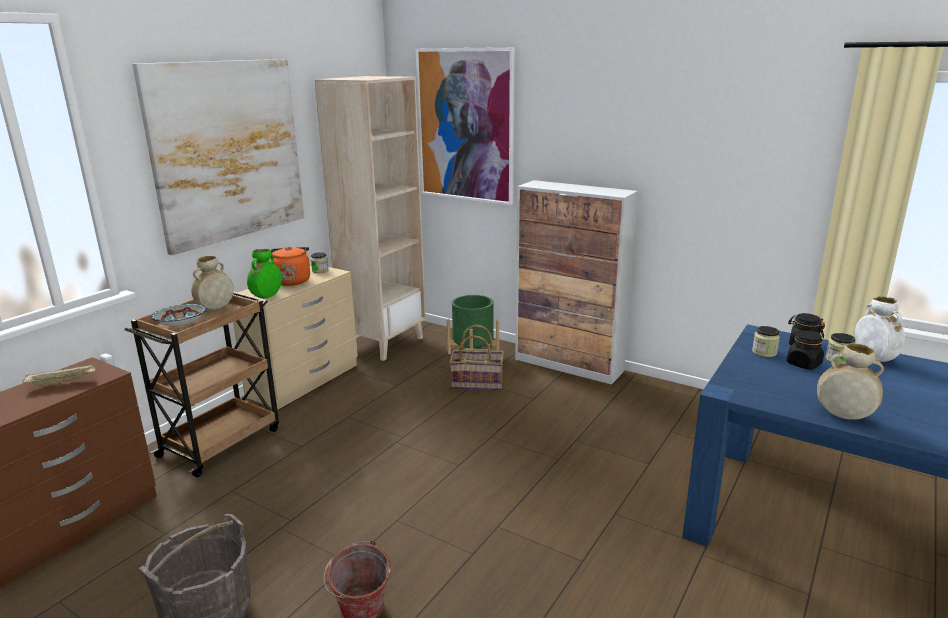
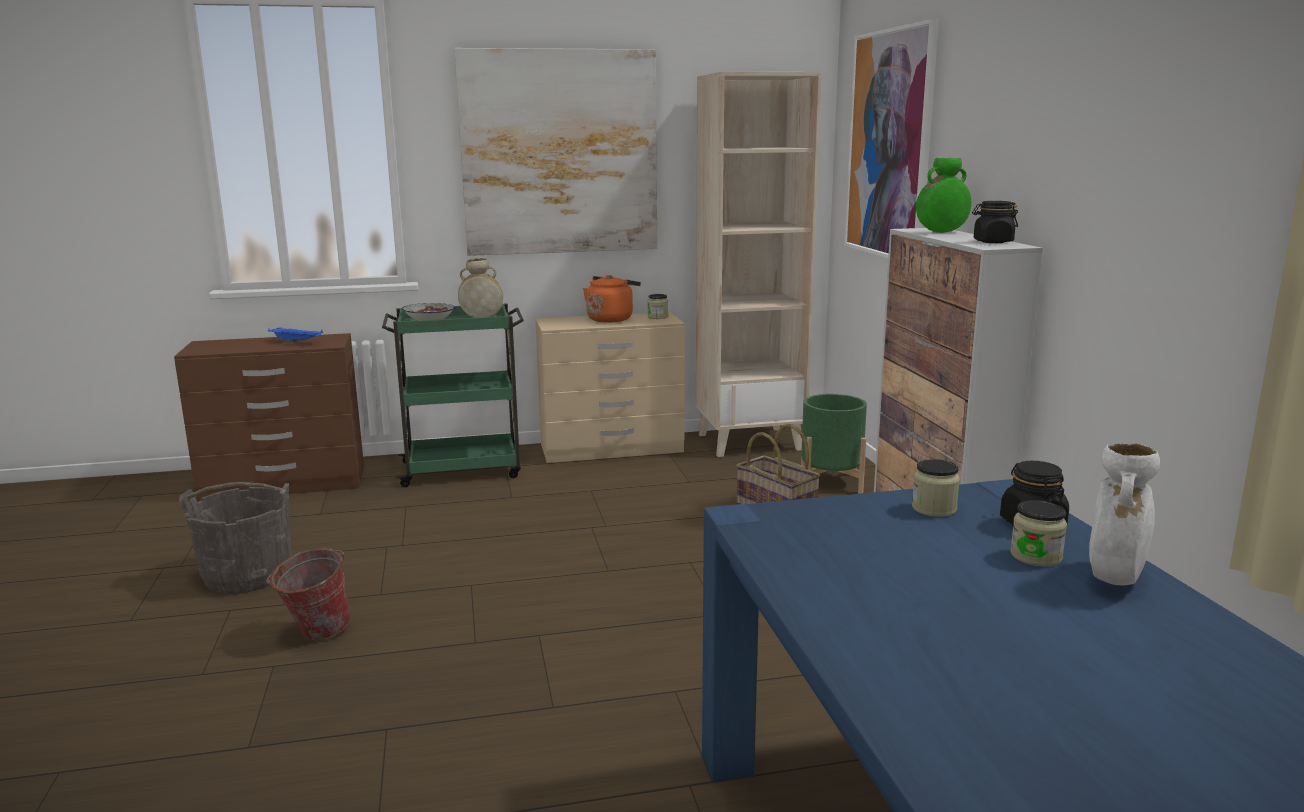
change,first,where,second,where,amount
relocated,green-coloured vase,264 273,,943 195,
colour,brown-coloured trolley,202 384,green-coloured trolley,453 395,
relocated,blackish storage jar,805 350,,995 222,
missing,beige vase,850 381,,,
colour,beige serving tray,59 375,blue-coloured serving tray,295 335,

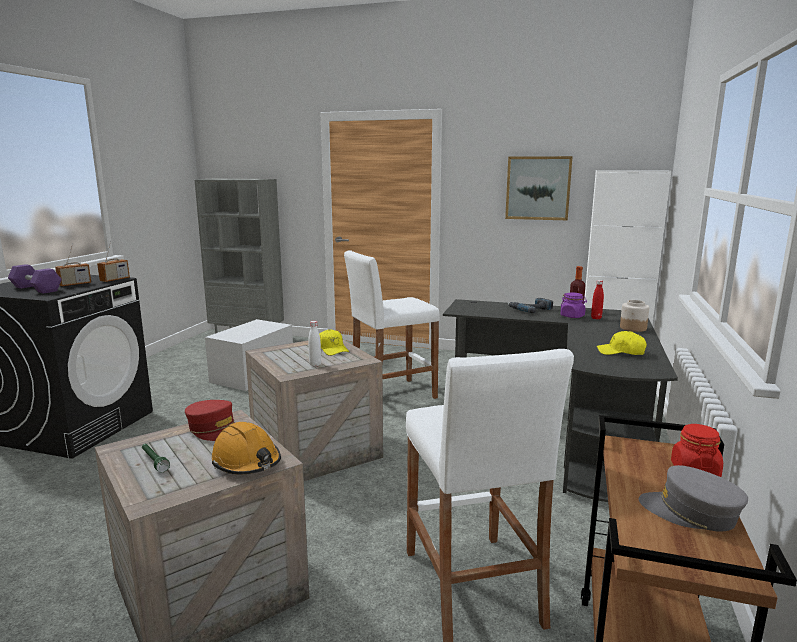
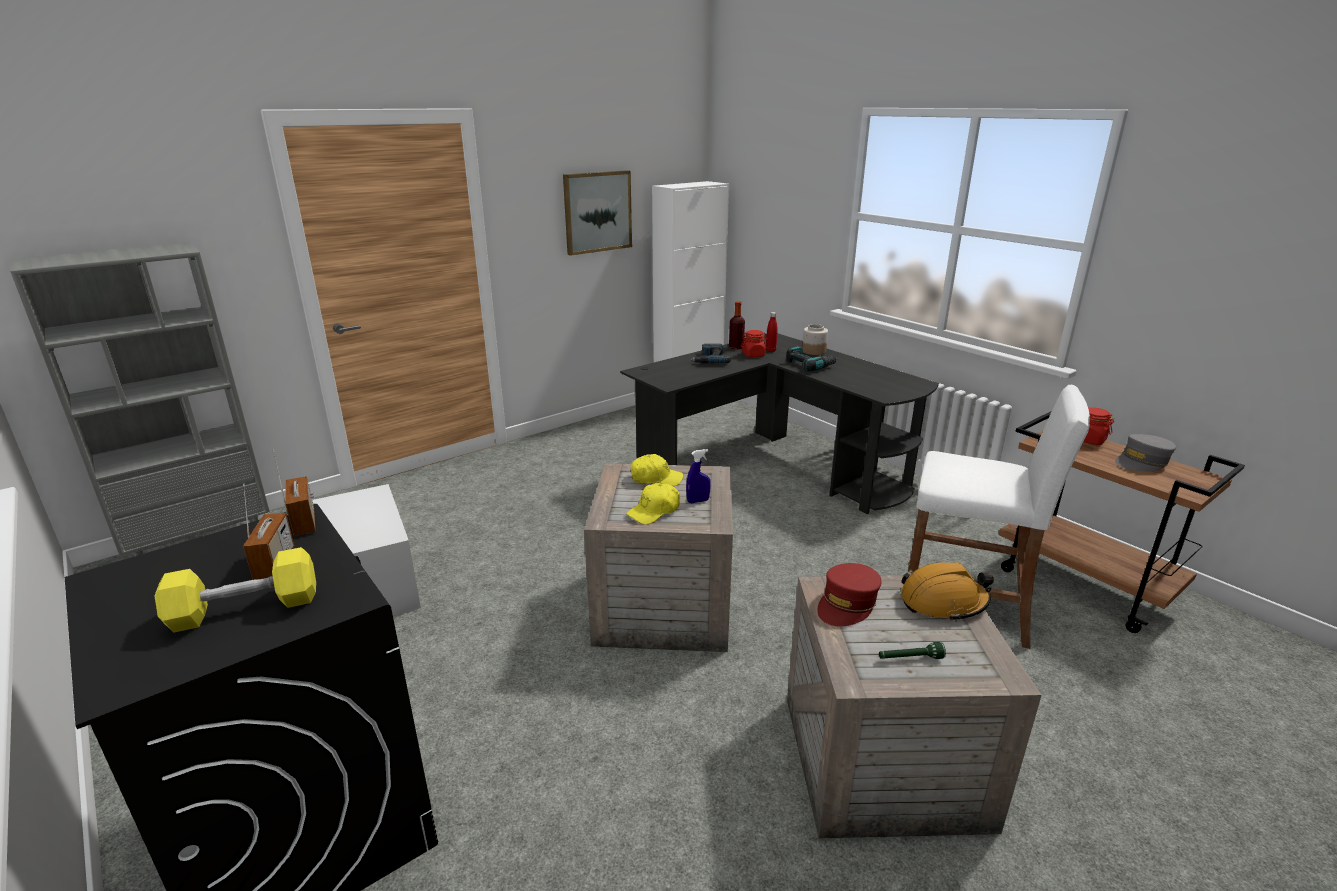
change,first,where,second,where,amount
missing,white stool,392 324,,,
colour,purple hand weight,35 279,yellowish hand weight,235 590,
colour,purple storage jar,574 305,red-coloured storage jar,754 343,
exchanged,white beverage bottle,314 343,blue-coloured sprayer,698 476,
relocated,yellowish peaked cap,622 343,,653 504,
spun,red-coloured peaked cap,209 420,,849 595,150 degrees clockwise
appeared,,,power drill,812 359,

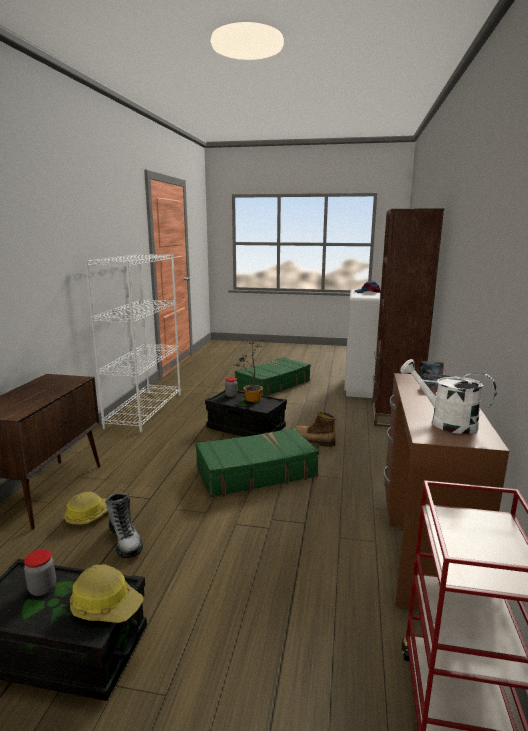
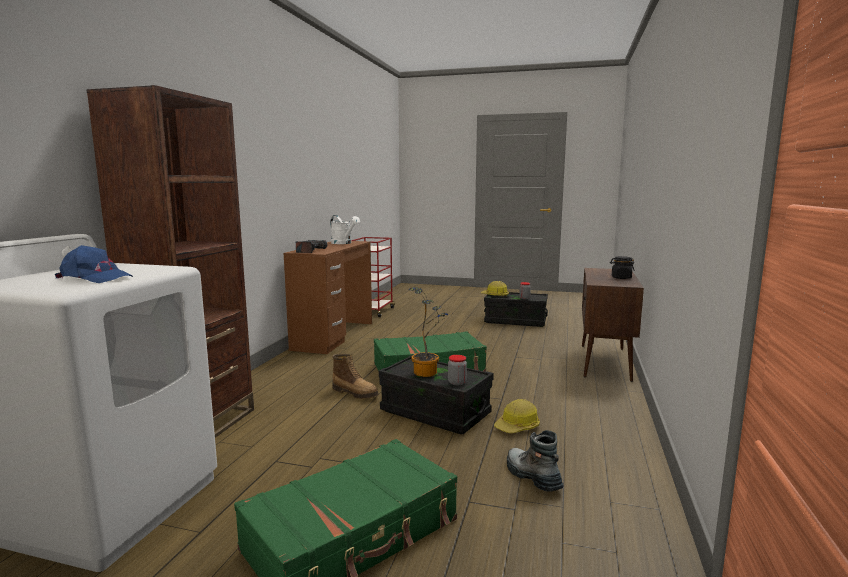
change,first,where,second,where,amount
missing,white bookshelf,133 343,,,
relocated,hard hat,86 509,,517 416,
relocated,boot,124 525,,535 461,
appeared,,,blackish storage jar,622 267,

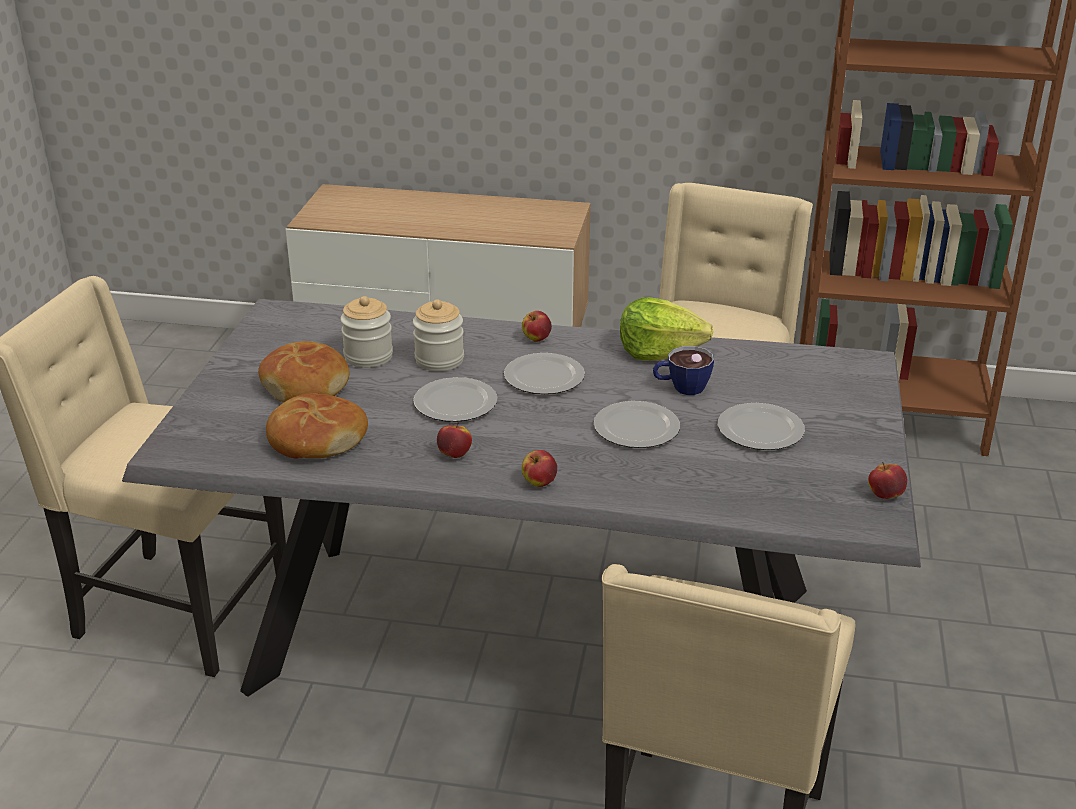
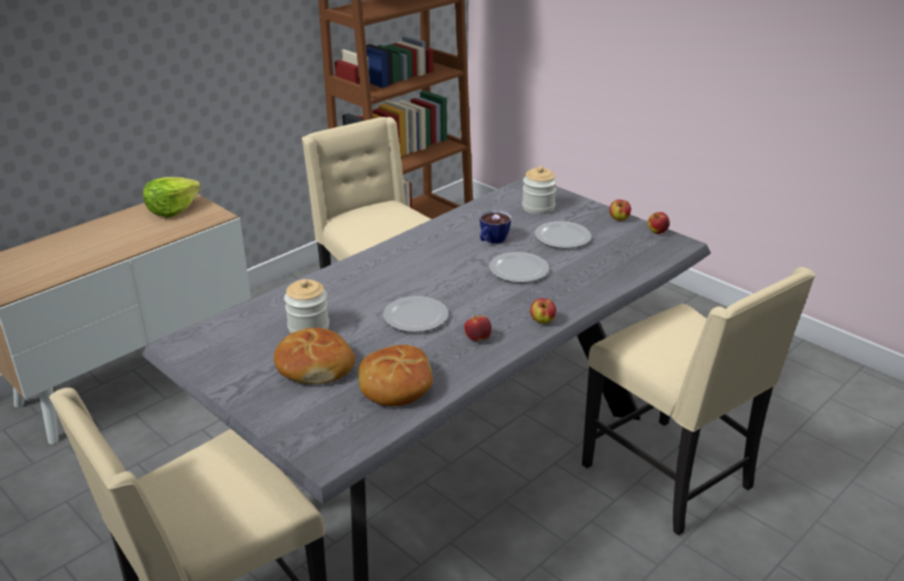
change,first,where,second,where,amount
relocated,lettuce,666 329,,172 197,
relocated,storage jar,438 335,,539 190,
relocated,apple fruit,537 326,,620 210,
missing,flat dish,544 373,,,

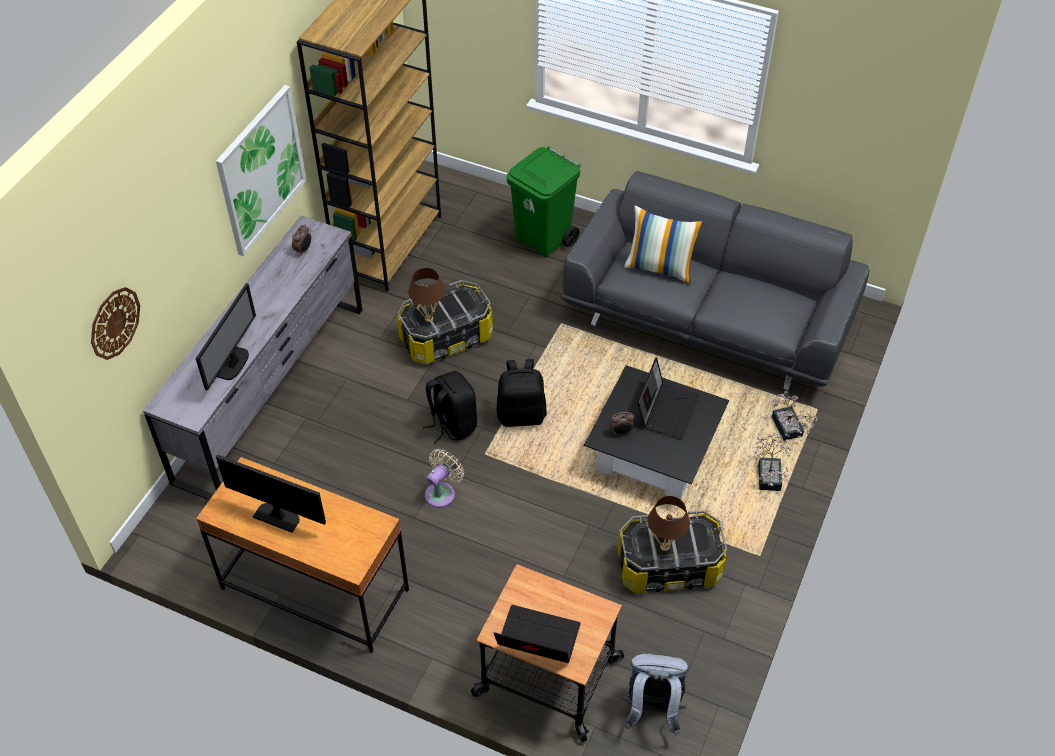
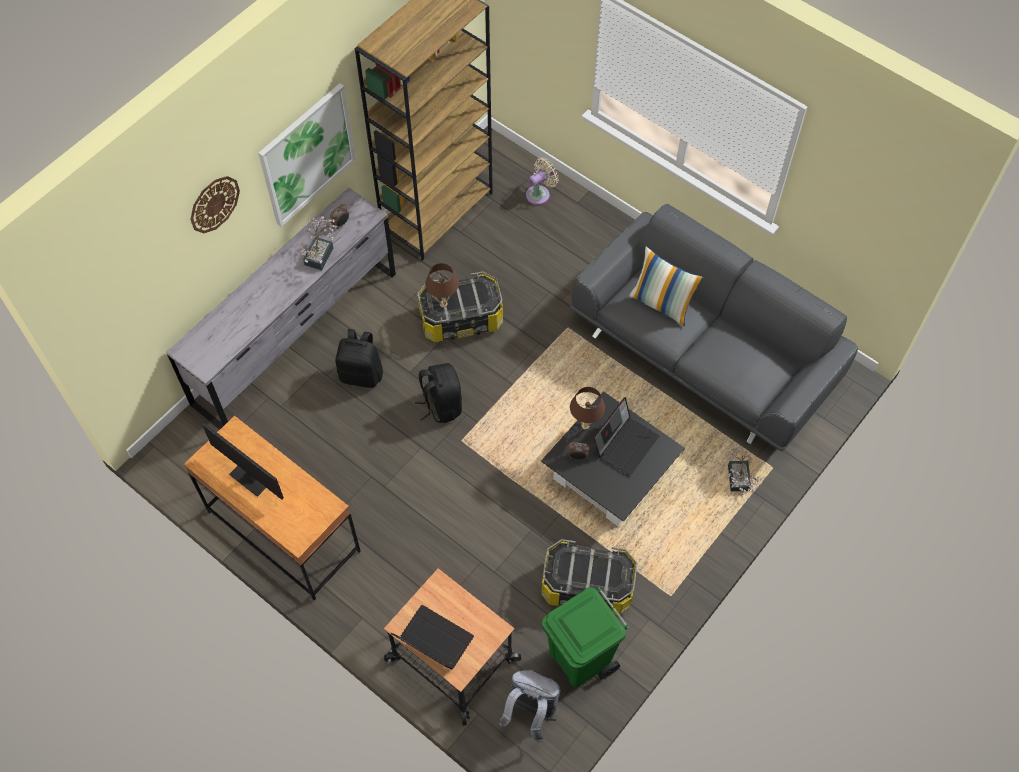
change,first,where,second,where,amount
relocated,green-coloured trash can,544 201,,585 637,
missing,monitor,225 336,,,
relocated,wall clock,115 323,,215 204,
relocated,blackish knapsack,522 393,,359 358,
relocated,houseplant,771 461,,319 242,
relocated,beige cooling fan,444 478,,542 181,
relocated,brown-coloured table lamp,669 523,,587 408,

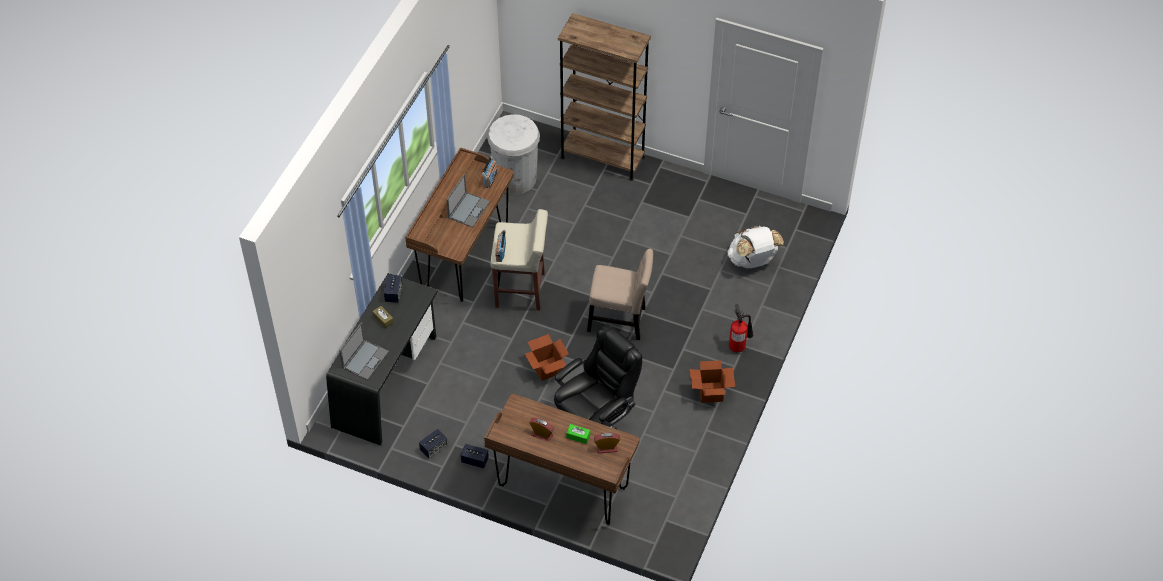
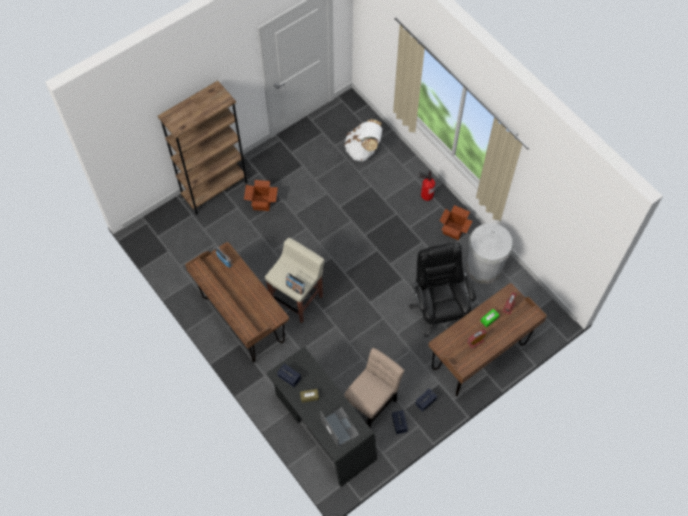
change,first,where,second,where,amount
relocated,white trash can,513 154,,490 253,
missing,portable computer,468 200,,,
relocated,beige plain chair,620 294,,374 388,
relocated,cardboard box,547 357,,261 195,

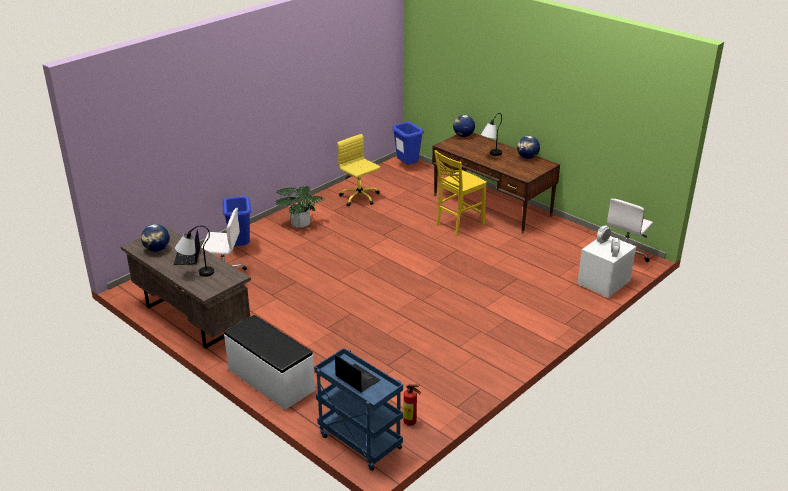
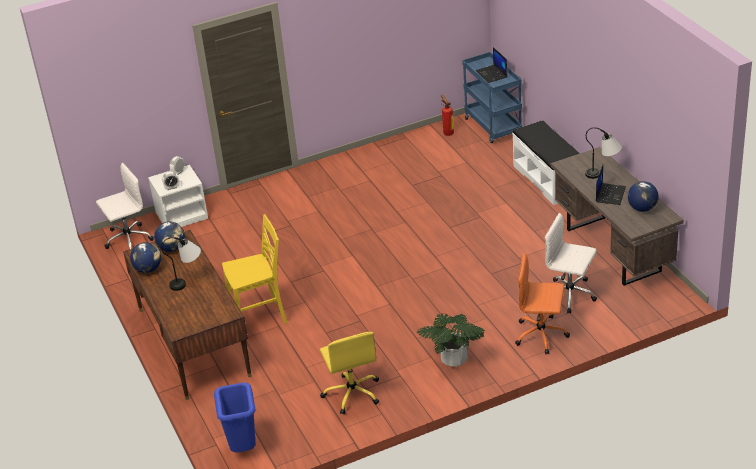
change,first,where,second,where,amount
relocated,world globe,464 126,,169 236,
exchanged,blue-coloured trash can,236 221,orange desk chair,542 303,

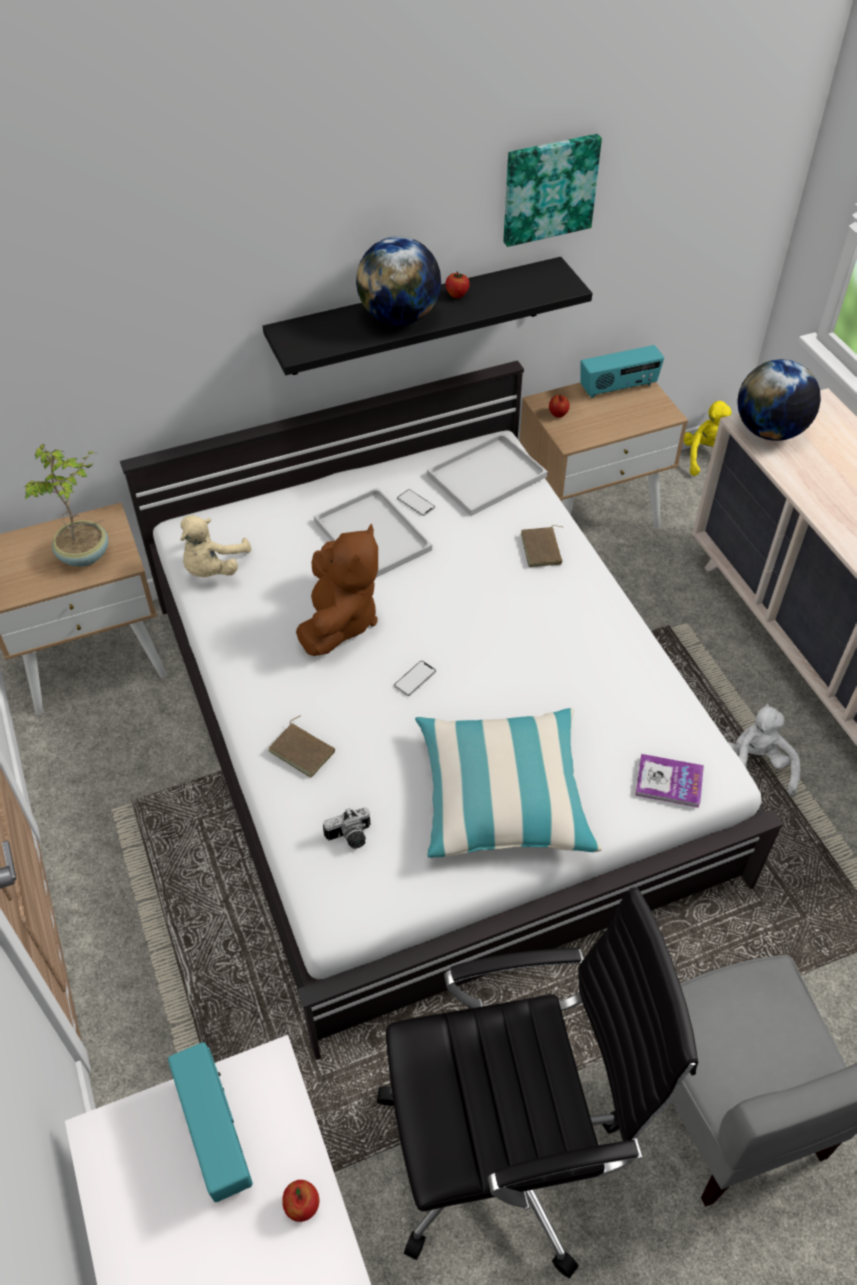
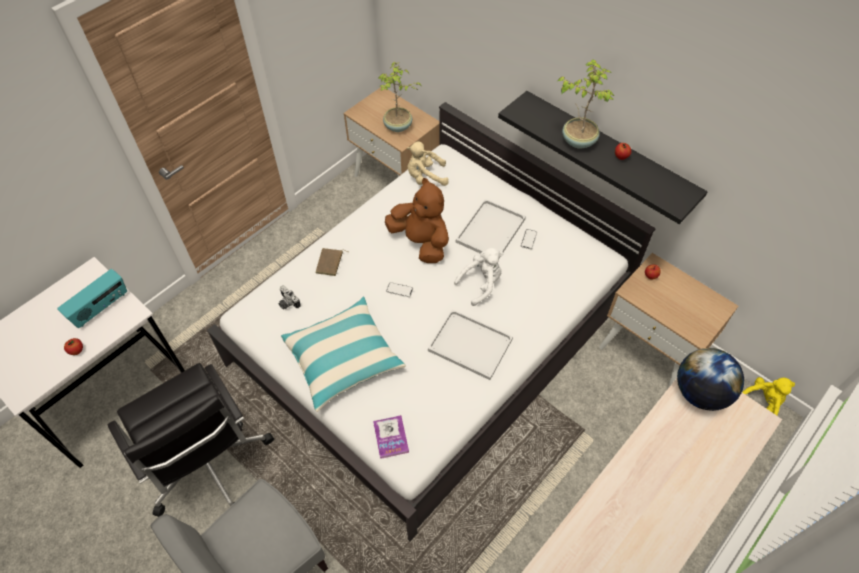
change,first,where,second,where,amount
missing,wall art,552 190,,,
exchanged,world globe,398 280,houseplant,586 104,
missing,radio receiver,622 371,,,
relocated,white serving tray,487 474,,470 345,
spun,brown-coloured plush toy,337 590,,417 220,120 degrees counterclockwise
missing,brown-coloured volume,542 546,,,
relocated,white plush toy,764 749,,478 277,

